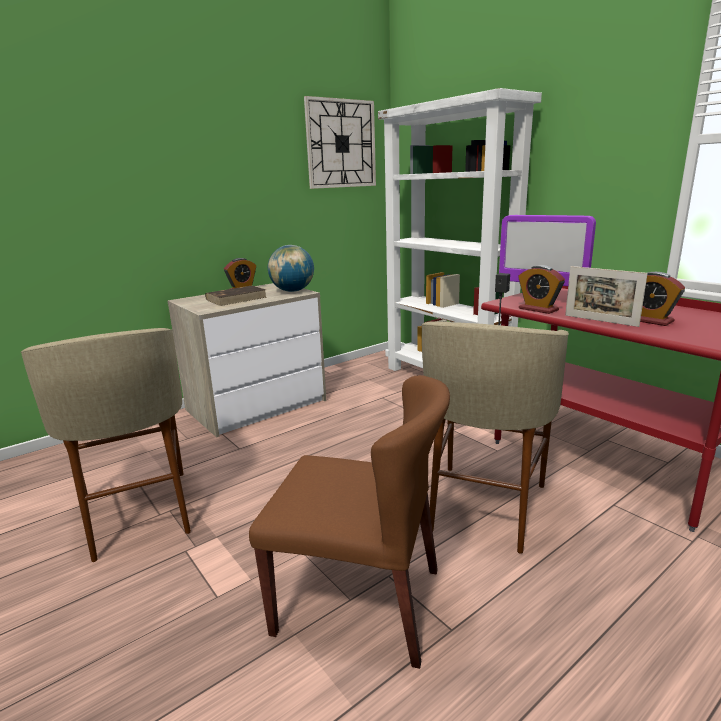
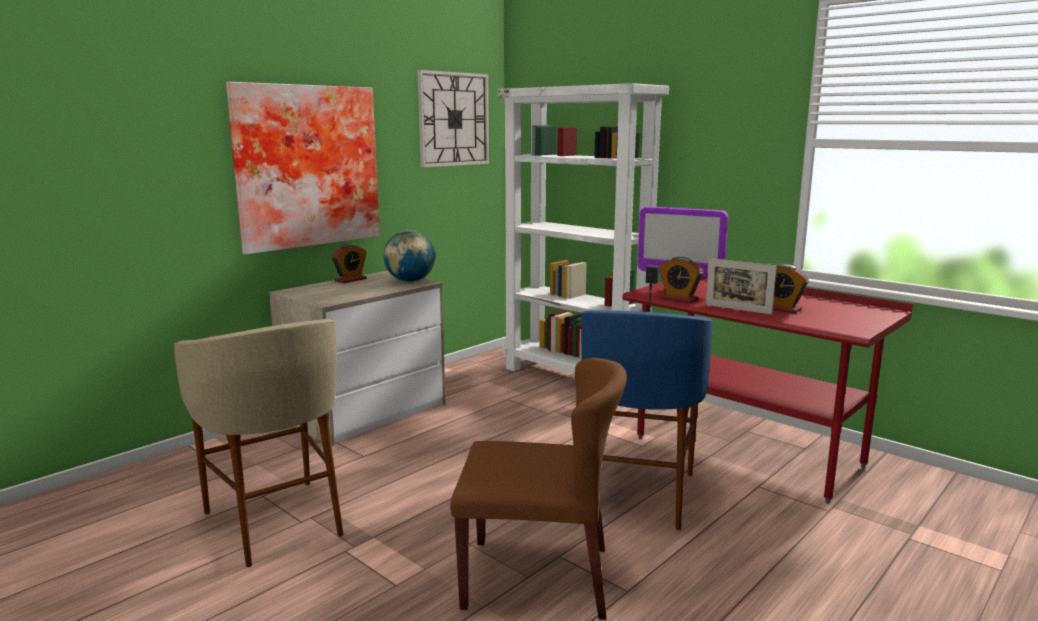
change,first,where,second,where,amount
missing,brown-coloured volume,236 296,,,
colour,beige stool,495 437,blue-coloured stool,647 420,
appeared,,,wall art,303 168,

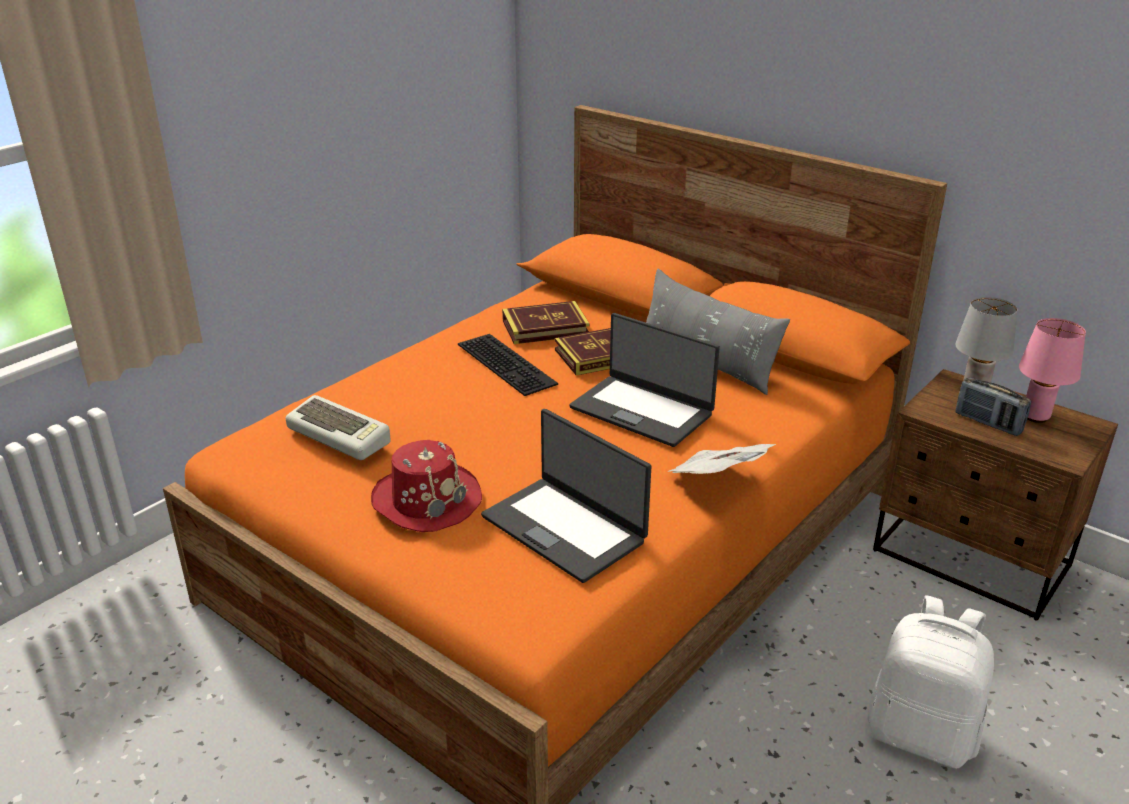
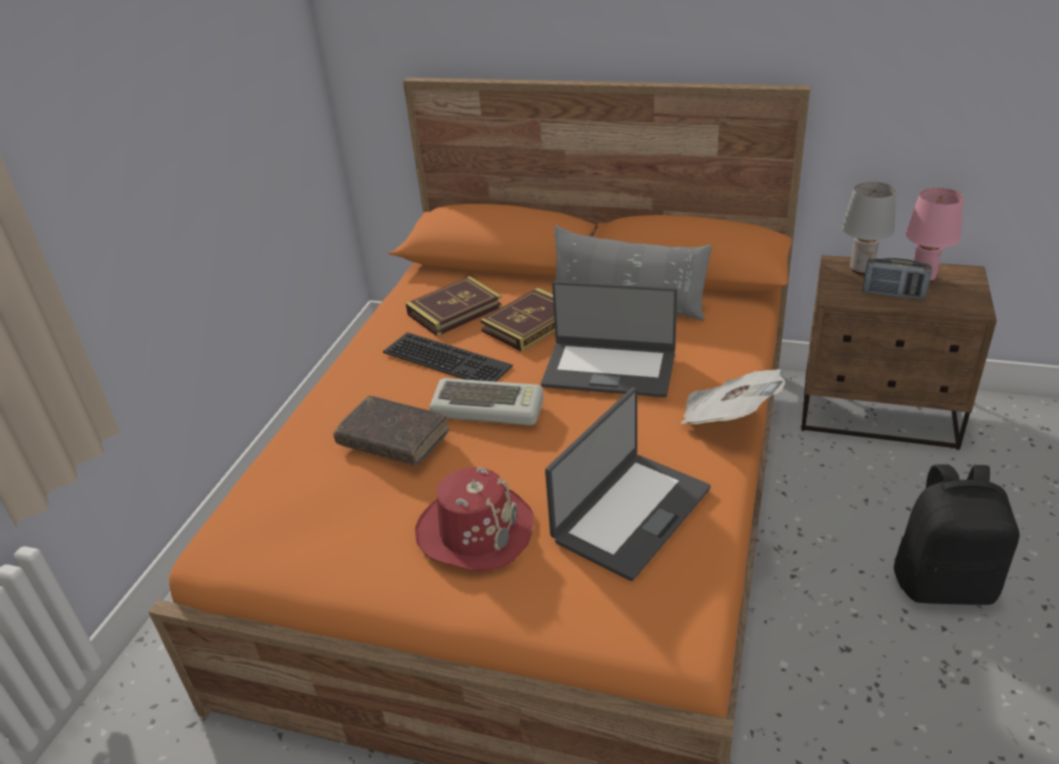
change,first,where,second,where,amount
relocated,keyboard,338 427,,487 401,
spun,portable computer,566 496,,628 484,75 degrees counterclockwise
colour,white knapsack,931 682,blackish knapsack,956 535,
appeared,,,brown-coloured volume,391 431,

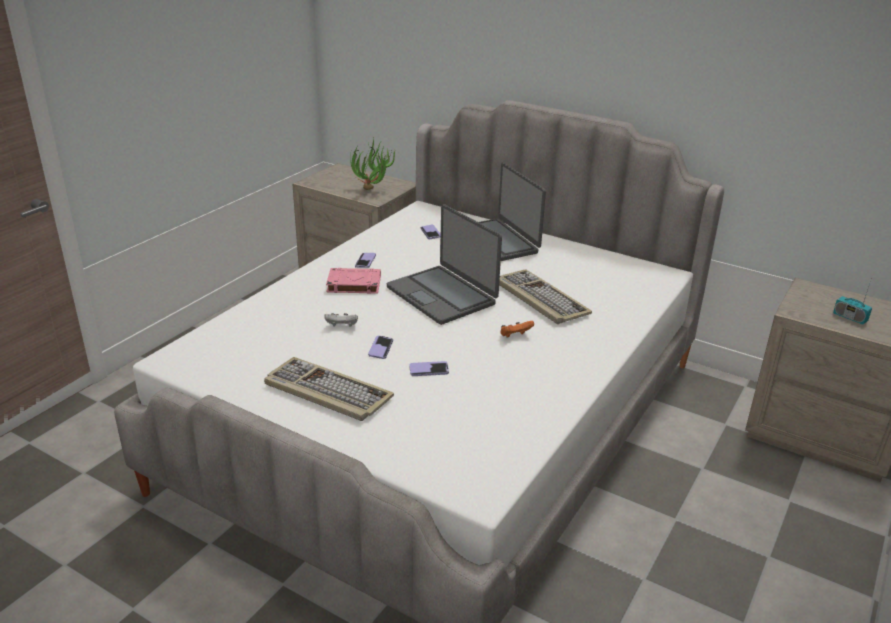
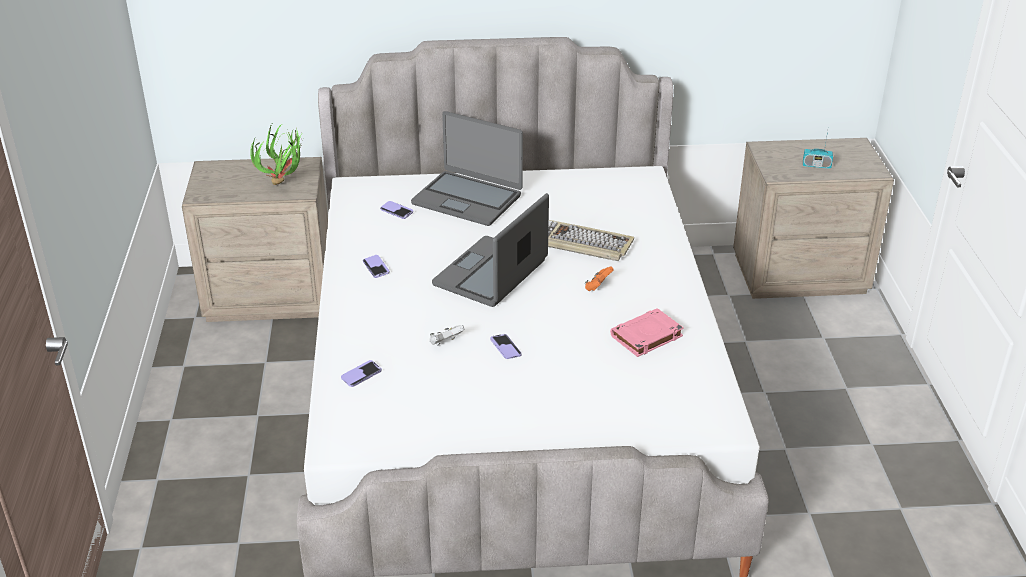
change,first,where,second,where,amount
spun,portable computer,444 264,,490 250,105 degrees clockwise
relocated,pink volume,353 281,,647 332,
missing,keyboard,329 389,,,
relocated,phone,429 368,,361 373,

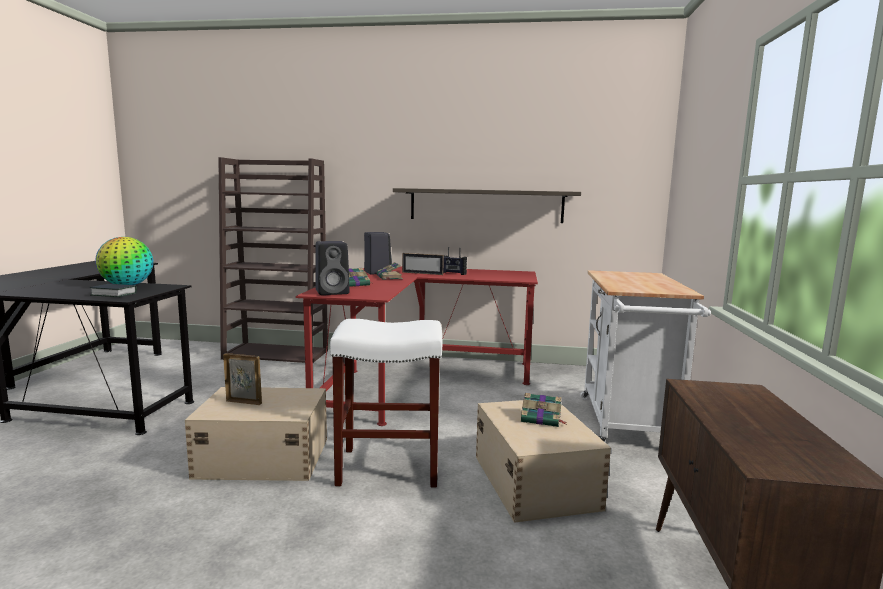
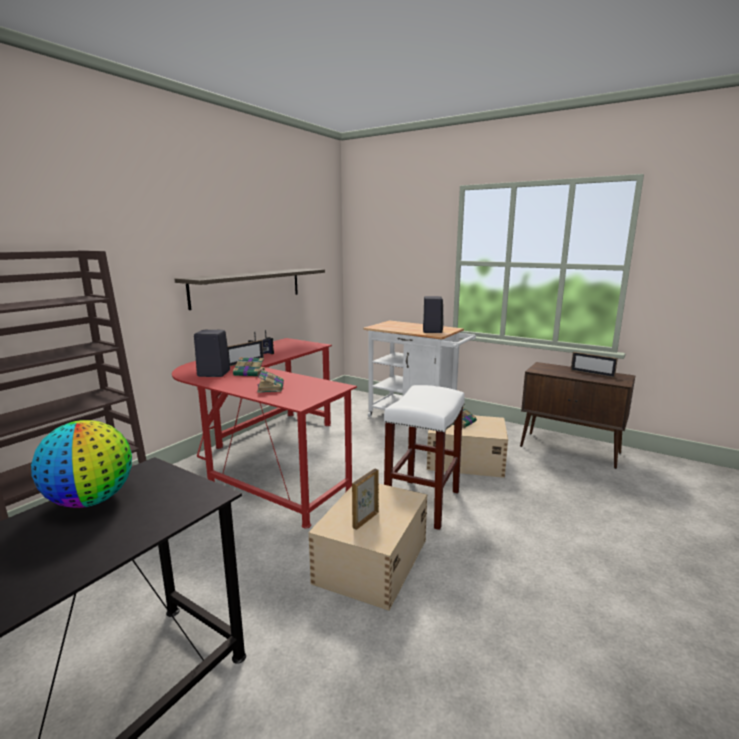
change,first,where,second,where,amount
relocated,blackish loudspeaker,333 268,,433 314,
missing,volume,113 290,,,
appeared,,,standing frame,594 365,

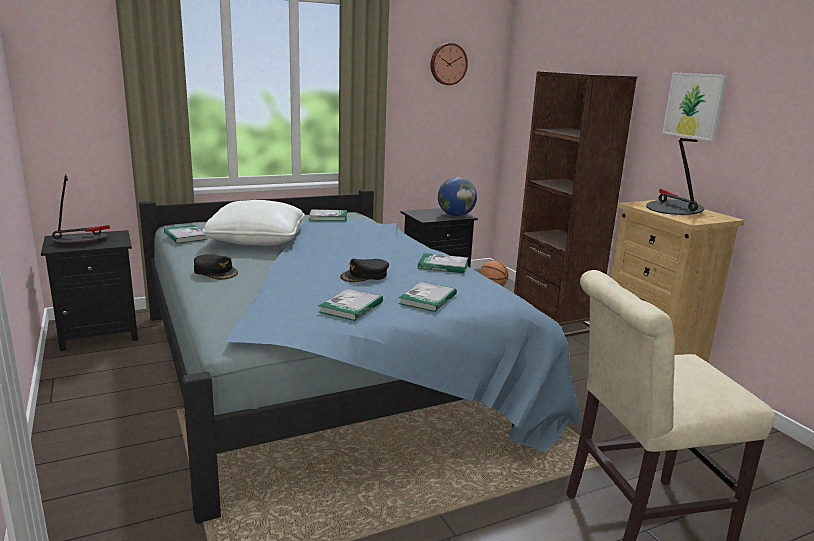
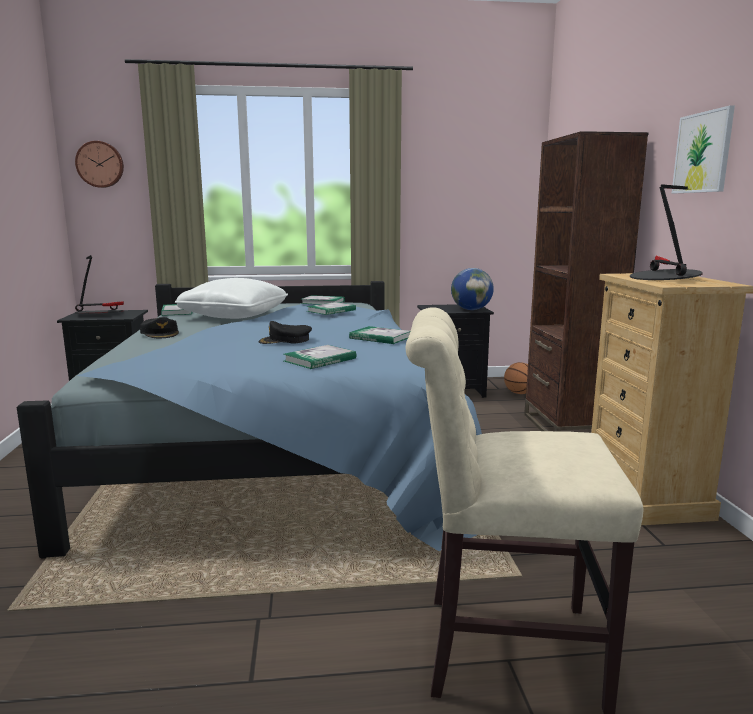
change,first,where,second,where,amount
relocated,wall clock,449 64,,99 164,
relocated,volume,350 305,,331 308,

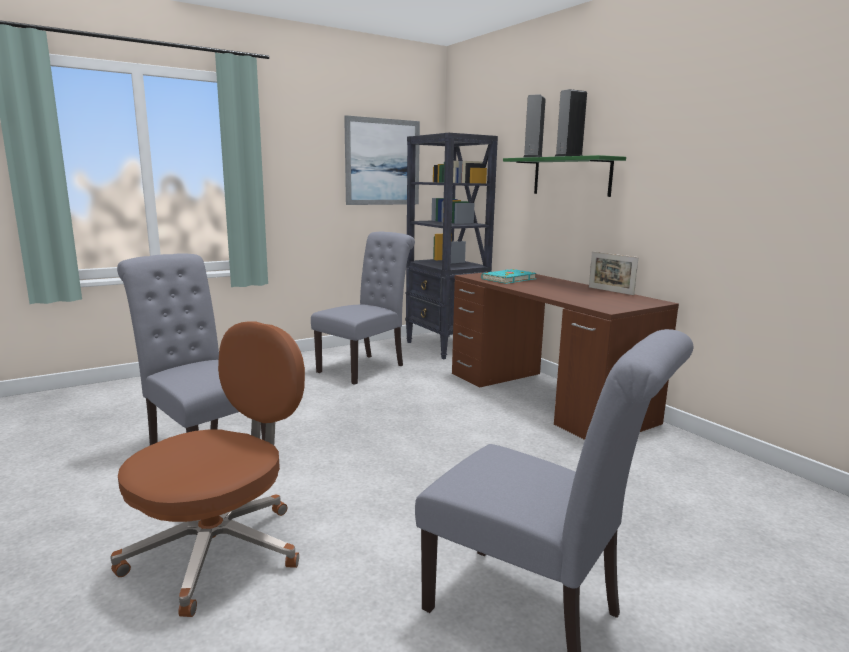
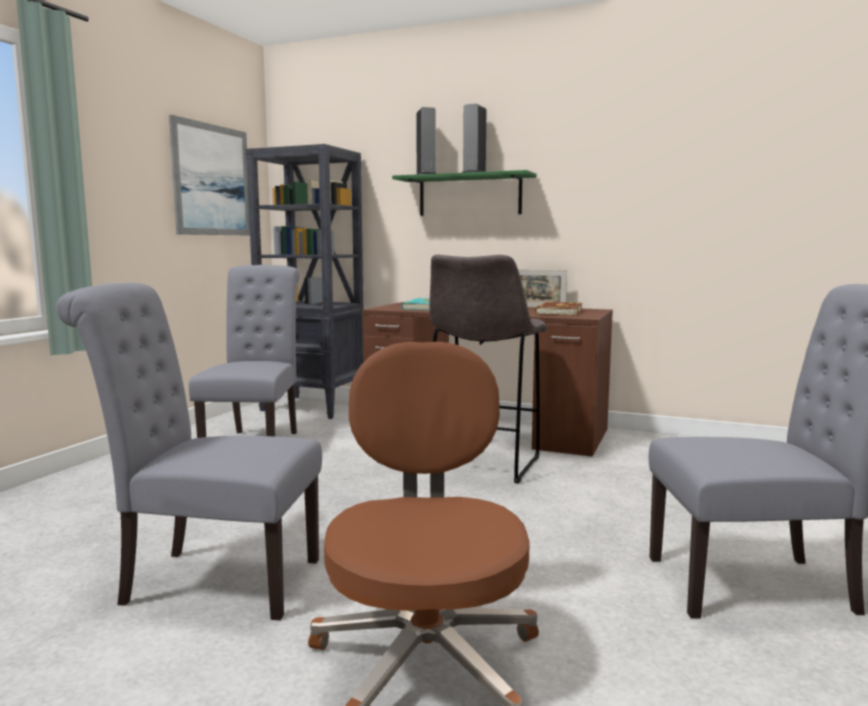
change,first,where,second,where,amount
appeared,,,grey stool,488 369,
appeared,,,brown-coloured volume,559 309,

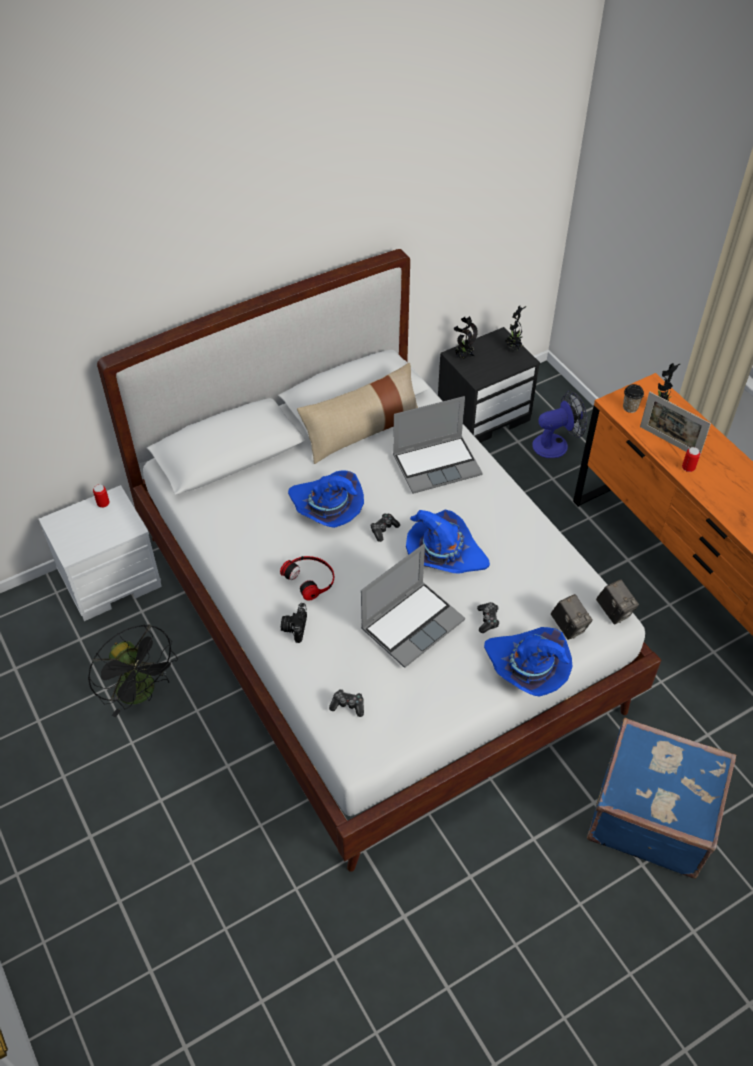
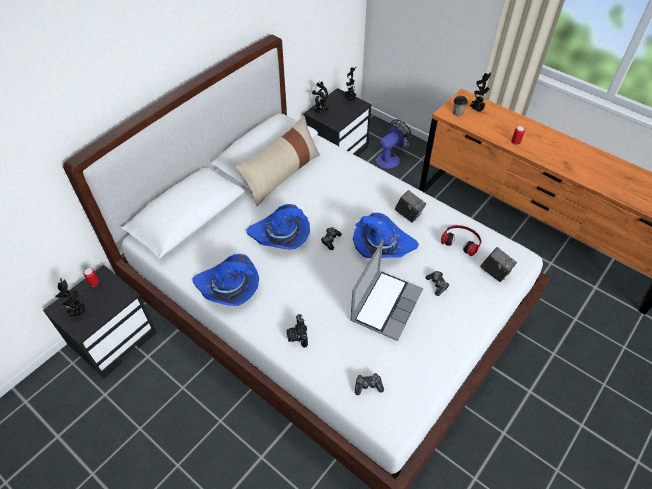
change,first,where,second,where,amount
missing,standing frame,675 425,,,
missing,portable computer,437 445,,,
colour,white night table,100 553,blackish night table,99 322,
relocated,headset,307 578,,461 240,
relocated,still camera,617 601,,410 206,
missing,blackish cooling fan,133 671,,,
relocated,blue-coloured wearable hat,528 661,,225 280,
missing,blue-coloured piece of luggage,661 798,,,
appeared,,,houseplant,70 297,

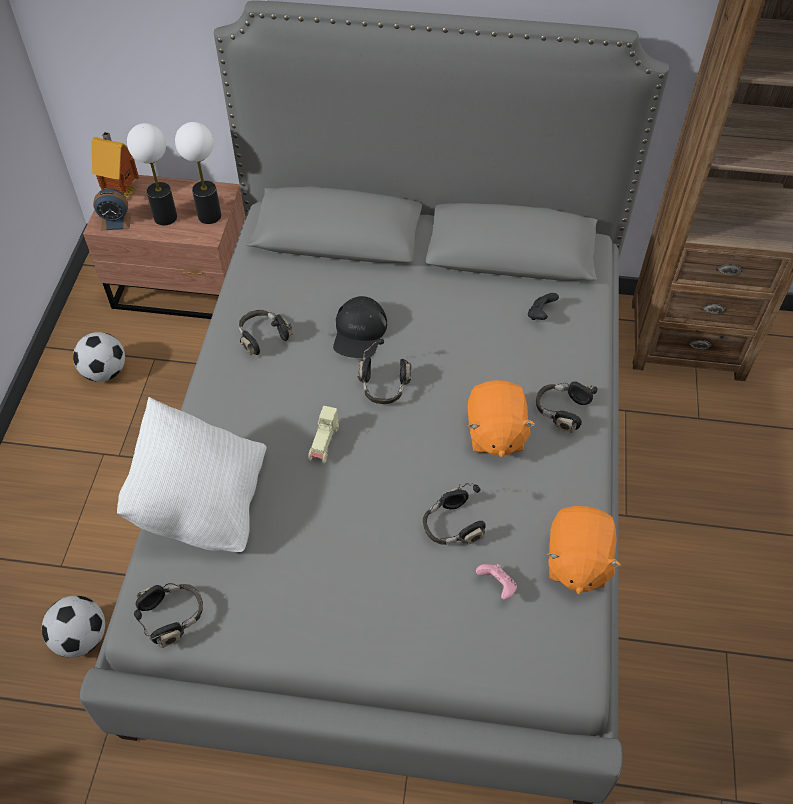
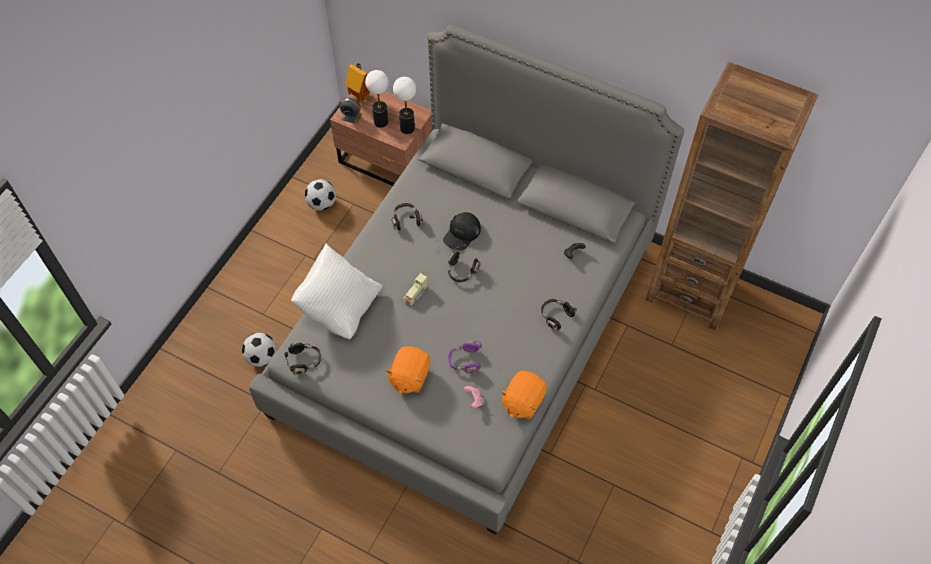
change,first,where,second,where,amount
relocated,orange plush toy,502 418,,407 370,
colour,blackish headset,454 514,purple headset,465 357,

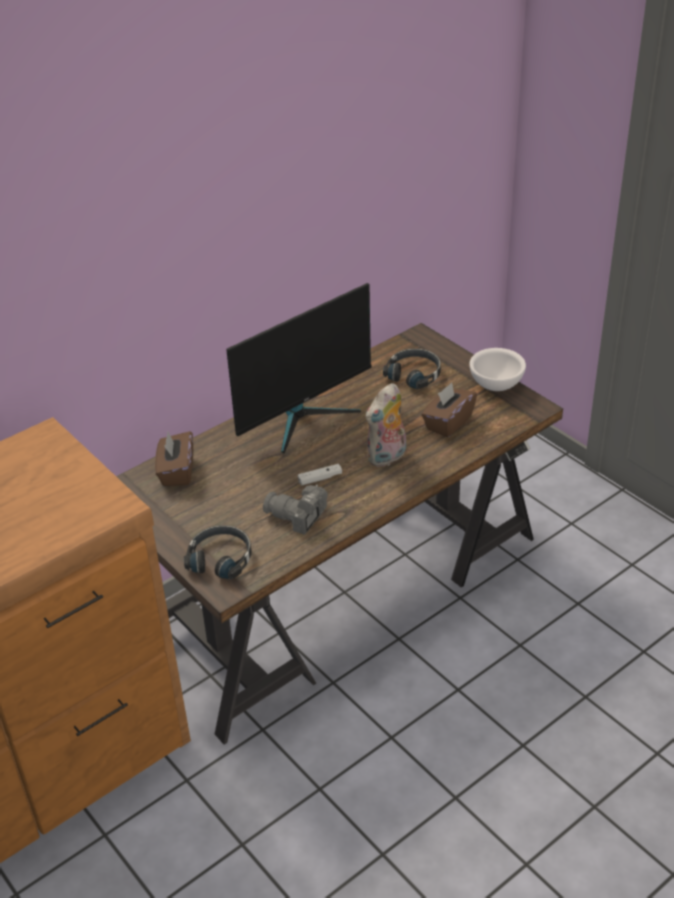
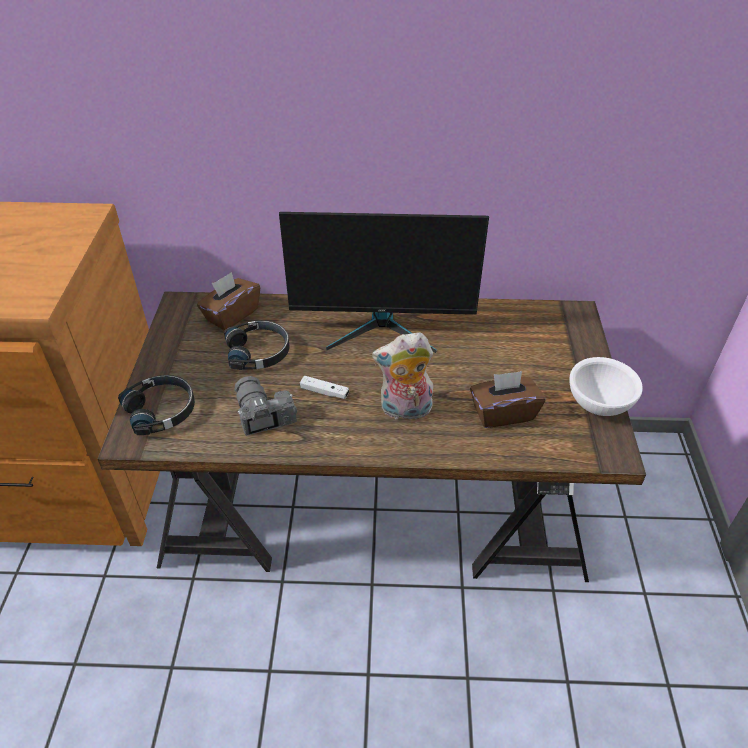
change,first,where,second,where,amount
relocated,blackish headset,412 368,,256 345,

